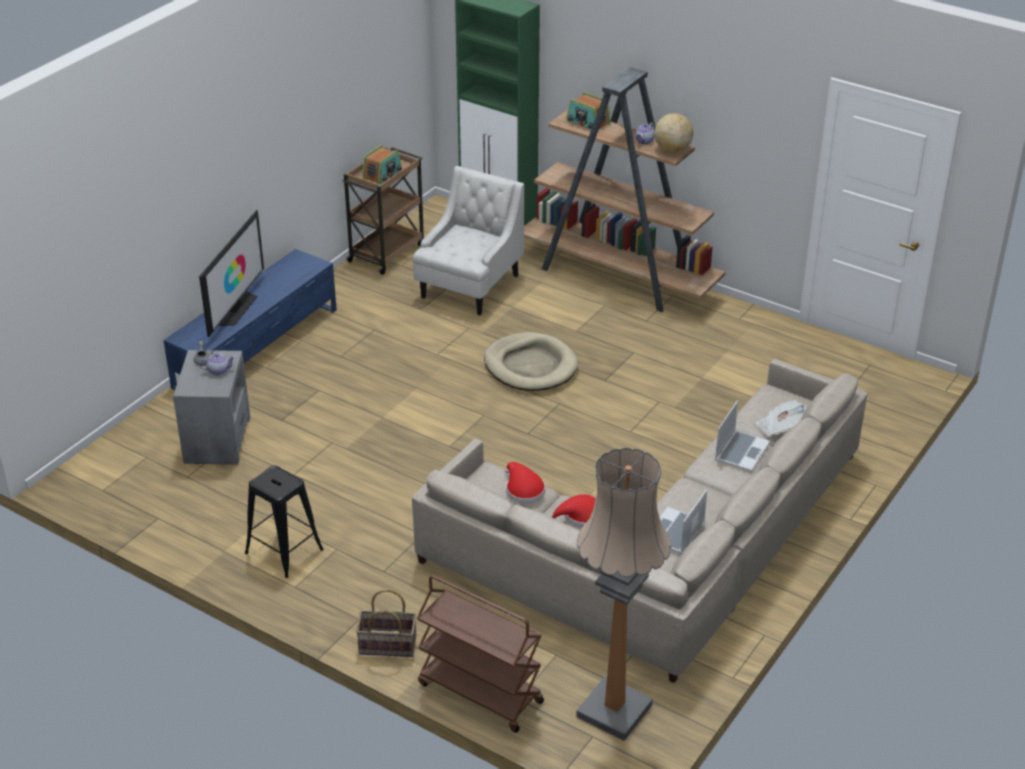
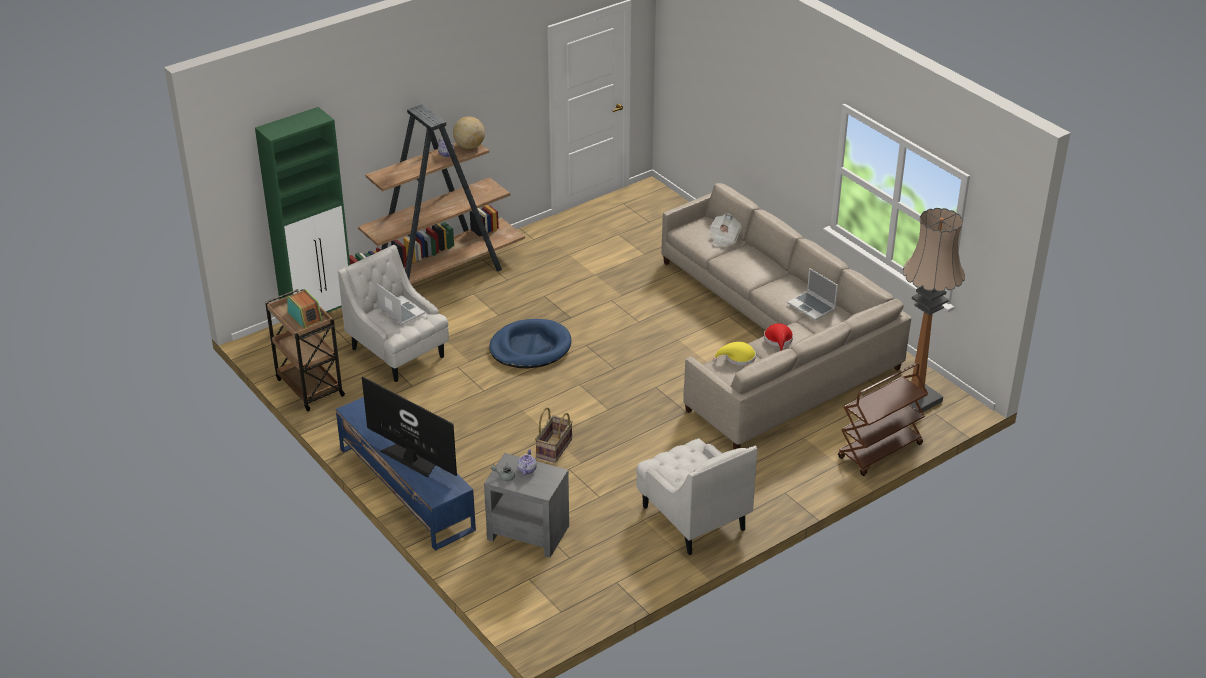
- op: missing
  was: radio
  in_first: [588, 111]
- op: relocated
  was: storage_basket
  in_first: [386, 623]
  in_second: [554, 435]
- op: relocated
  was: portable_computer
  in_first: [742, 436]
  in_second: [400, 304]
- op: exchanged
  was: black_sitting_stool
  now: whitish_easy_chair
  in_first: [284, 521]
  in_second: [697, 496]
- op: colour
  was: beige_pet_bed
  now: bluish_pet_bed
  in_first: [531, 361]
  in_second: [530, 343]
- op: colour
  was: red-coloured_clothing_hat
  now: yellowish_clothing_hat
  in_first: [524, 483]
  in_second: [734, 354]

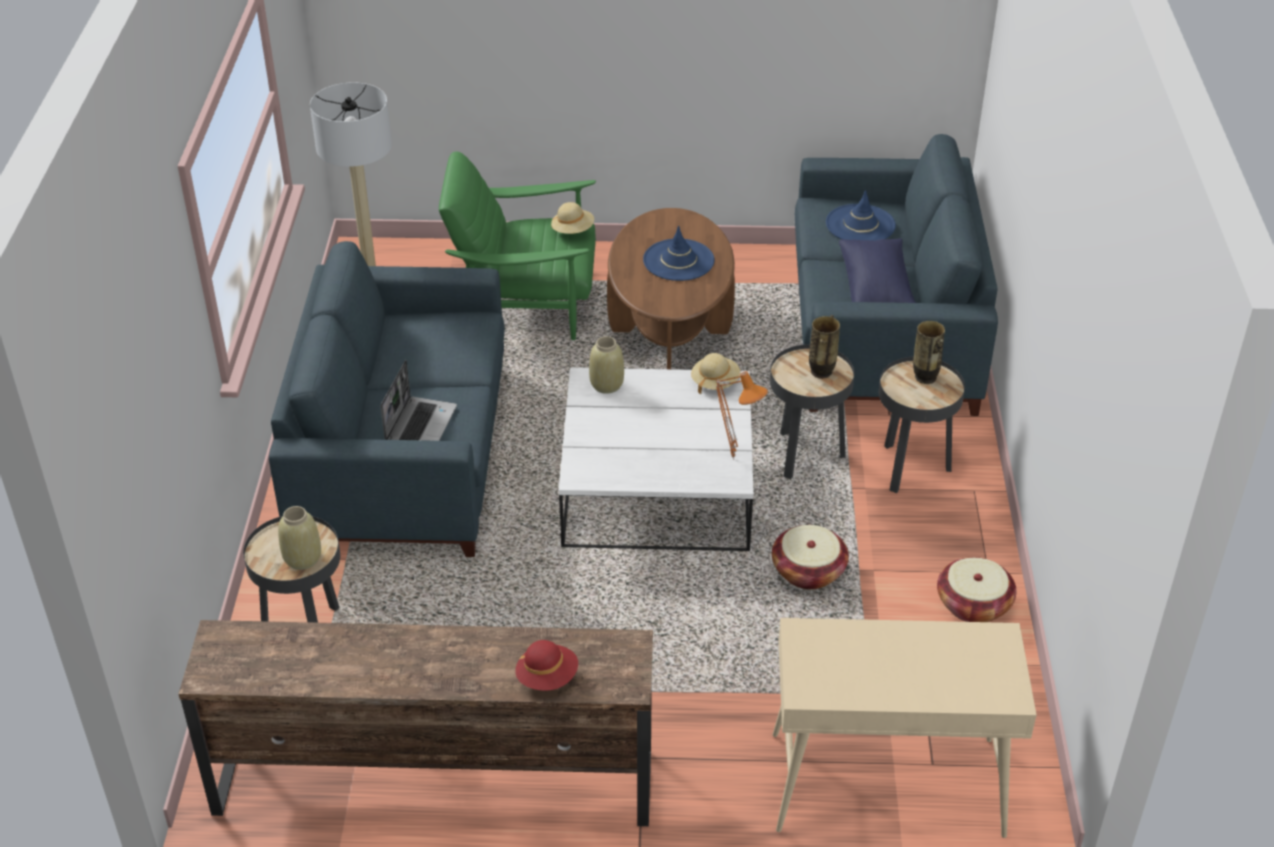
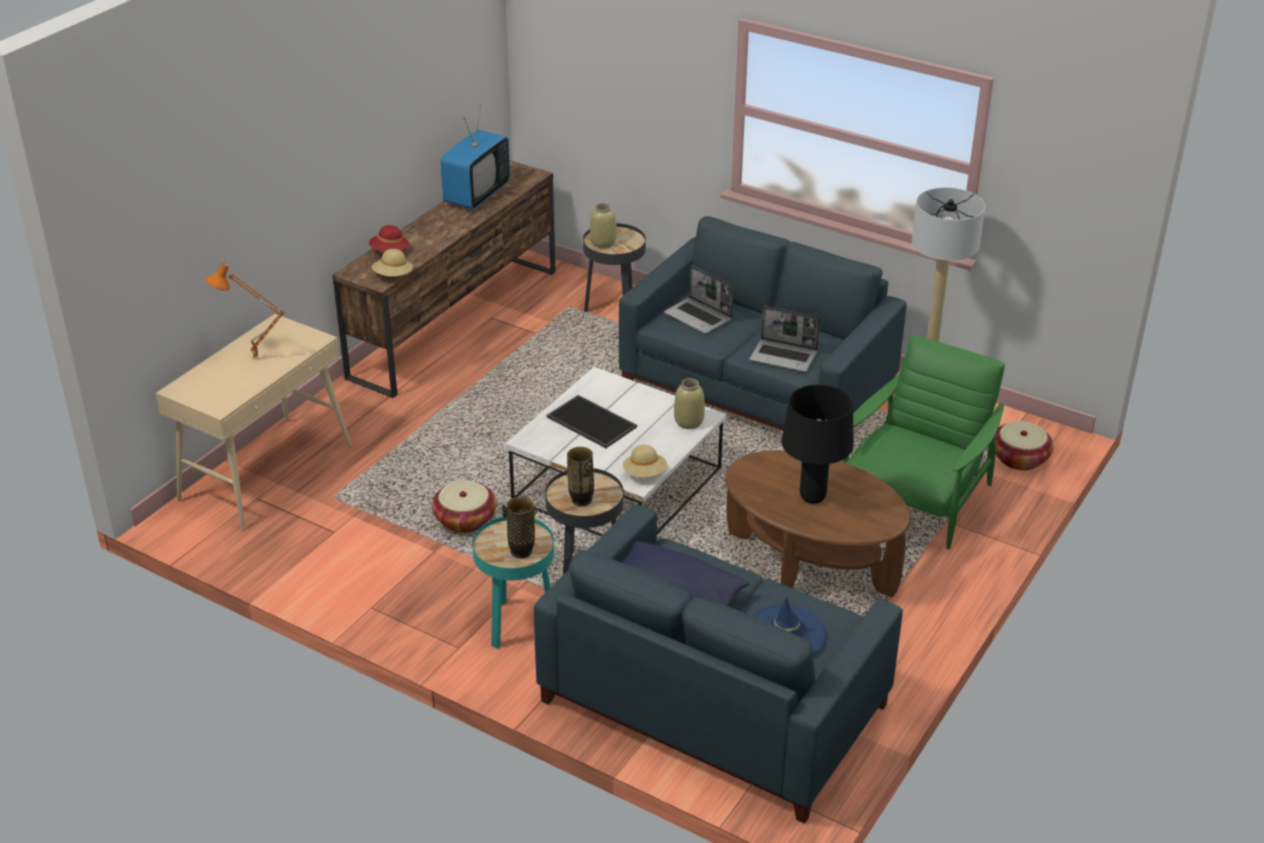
- op: appeared
  now: television
  in_second: [475, 158]
- op: appeared
  now: carrying_tray
  in_second: [592, 421]
- op: appeared
  now: portable_computer
  in_second: [784, 339]
- op: relocated
  was: beige_clothing_hat
  in_first: [572, 218]
  in_second: [392, 263]
- op: relocated
  was: orange_lamp_for_a_table
  in_first: [741, 415]
  in_second: [245, 311]
- op: relocated
  was: storage_basket
  in_first: [976, 589]
  in_second: [1024, 445]
- op: exchanged
  was: bluish_clothing_hat
  now: black_lamp_for_a_table
  in_first: [679, 253]
  in_second: [817, 444]
- op: colour
  was: black_side_table
  now: turquoise_side_table
  in_first: [922, 425]
  in_second: [513, 583]

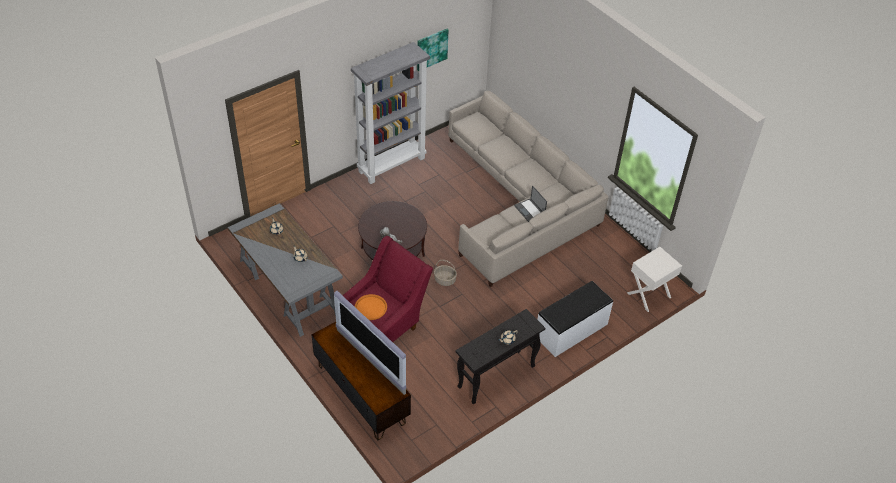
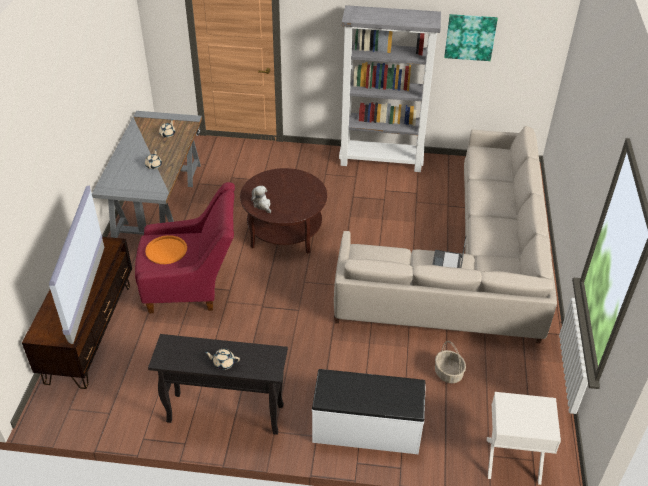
- op: relocated
  was: storage_basket
  in_first: [445, 273]
  in_second: [450, 362]

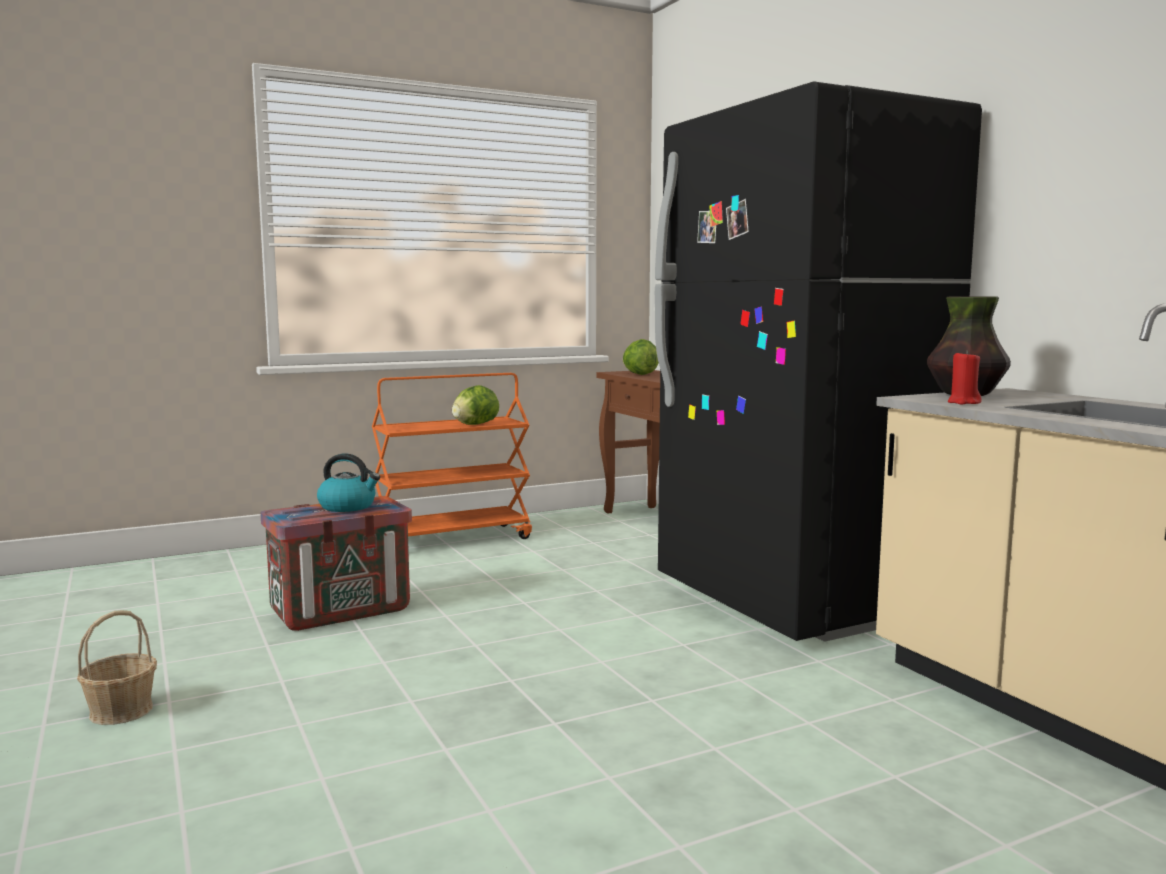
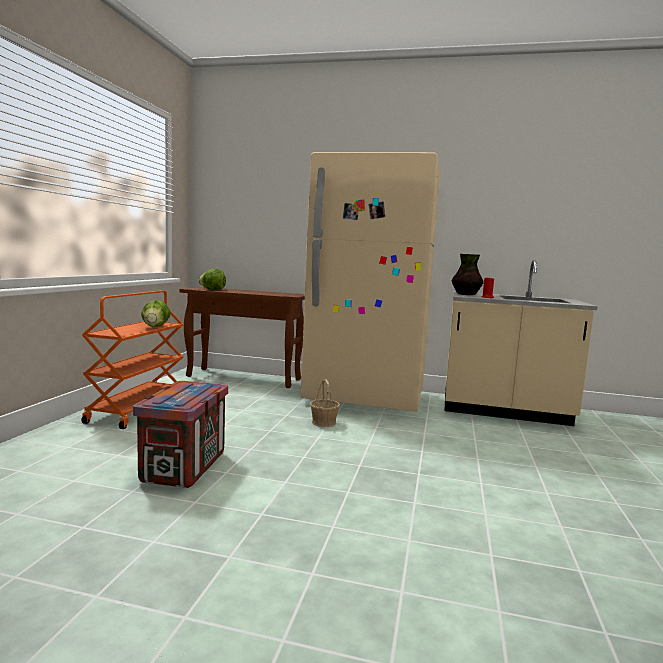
- op: missing
  was: water_kettle
  in_first: [348, 482]
- op: relocated
  was: storage_basket
  in_first: [117, 667]
  in_second: [325, 403]
- op: colour
  was: black_kitchen_fridge
  now: beige_kitchen_fridge
  in_first: [818, 361]
  in_second: [370, 282]

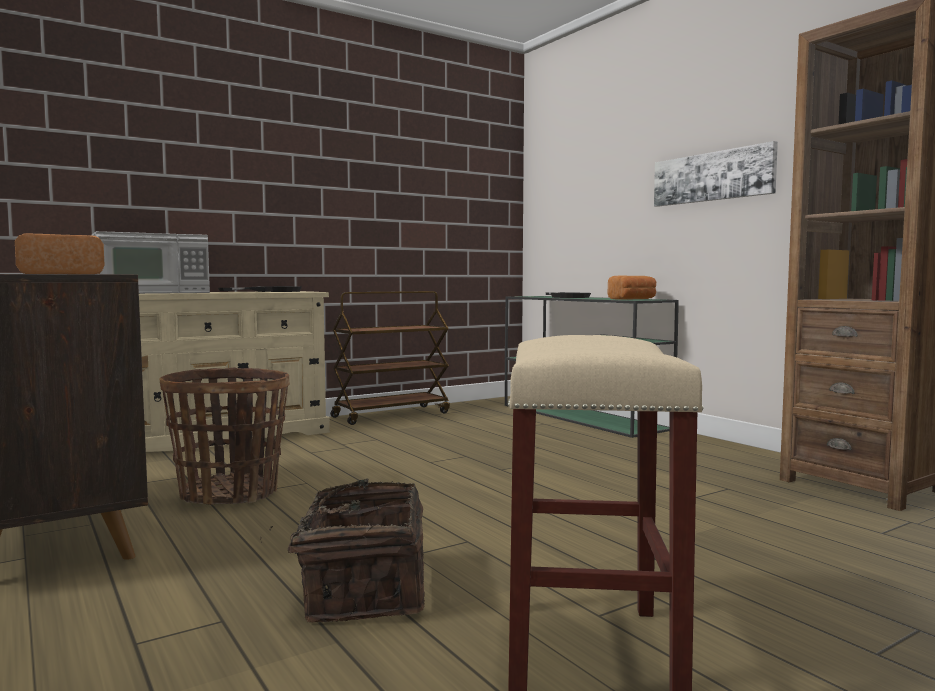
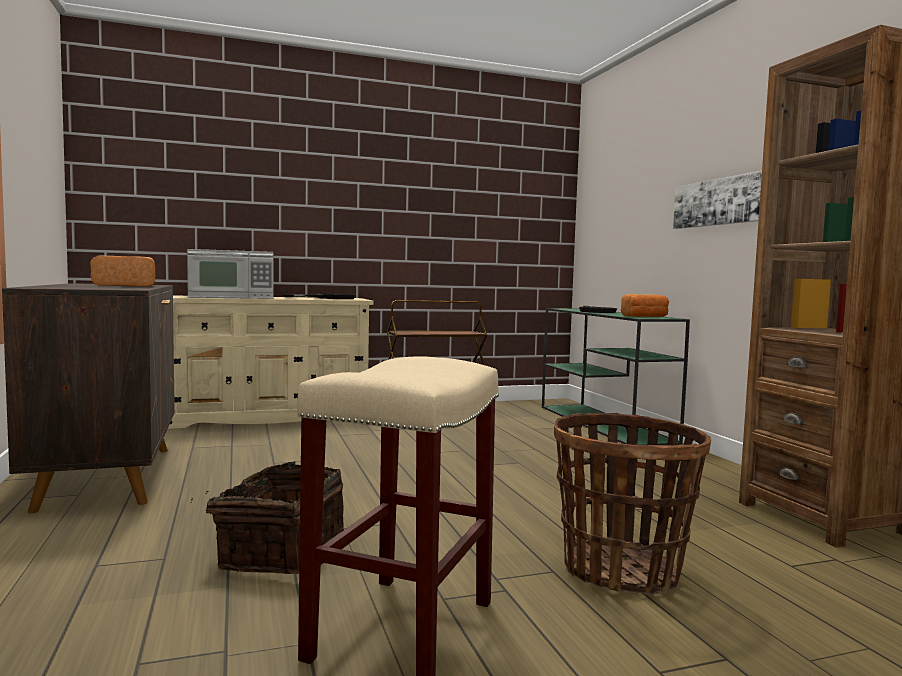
- op: relocated
  was: storage_basket
  in_first: [224, 436]
  in_second: [632, 504]

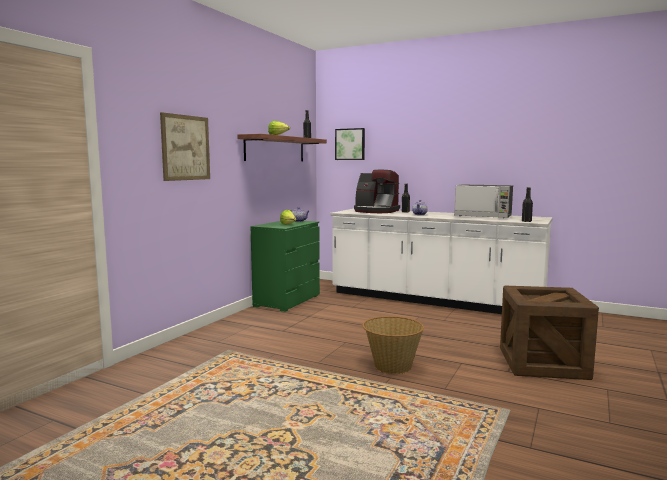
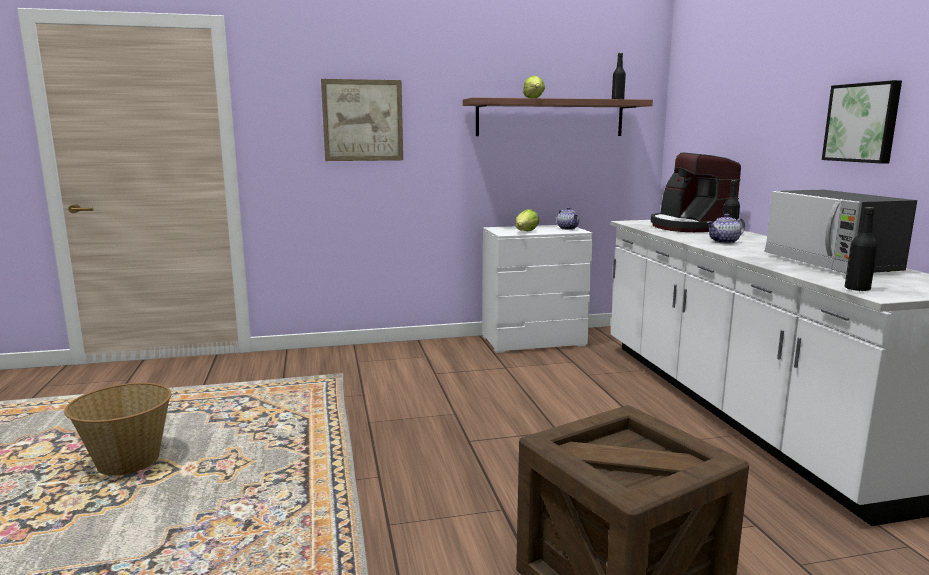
- op: relocated
  was: wall_picture
  in_first: [350, 144]
  in_second: [862, 121]
- op: relocated
  was: storage_basket
  in_first: [393, 345]
  in_second: [118, 429]
- op: colour
  was: greenish_chest_of_drawers
  now: whitish_chest_of_drawers
  in_first: [285, 266]
  in_second: [537, 289]

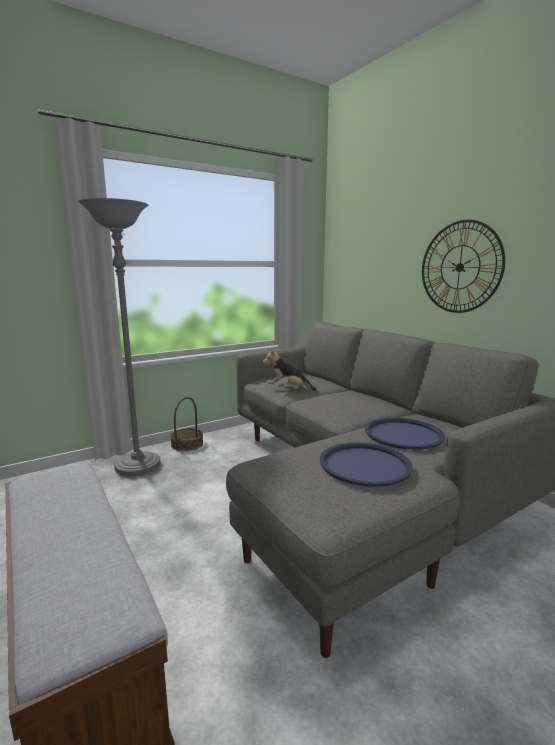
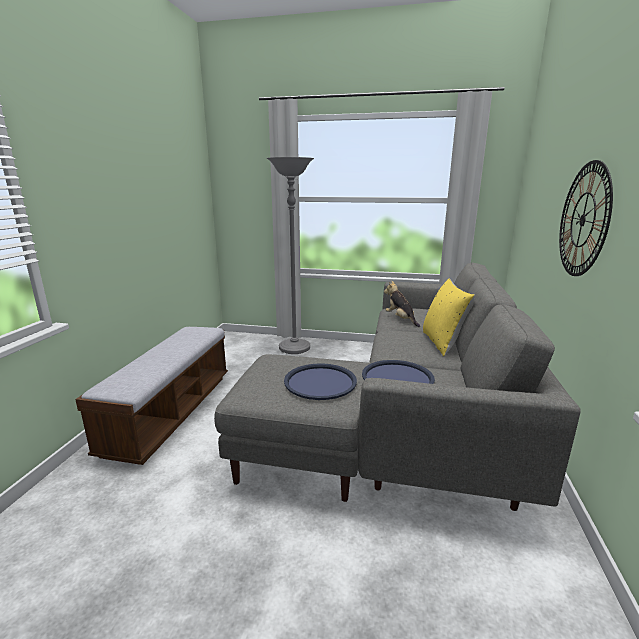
- op: missing
  was: storage_basket
  in_first: [186, 424]
- op: appeared
  now: yellowish_pillow
  in_second: [449, 317]

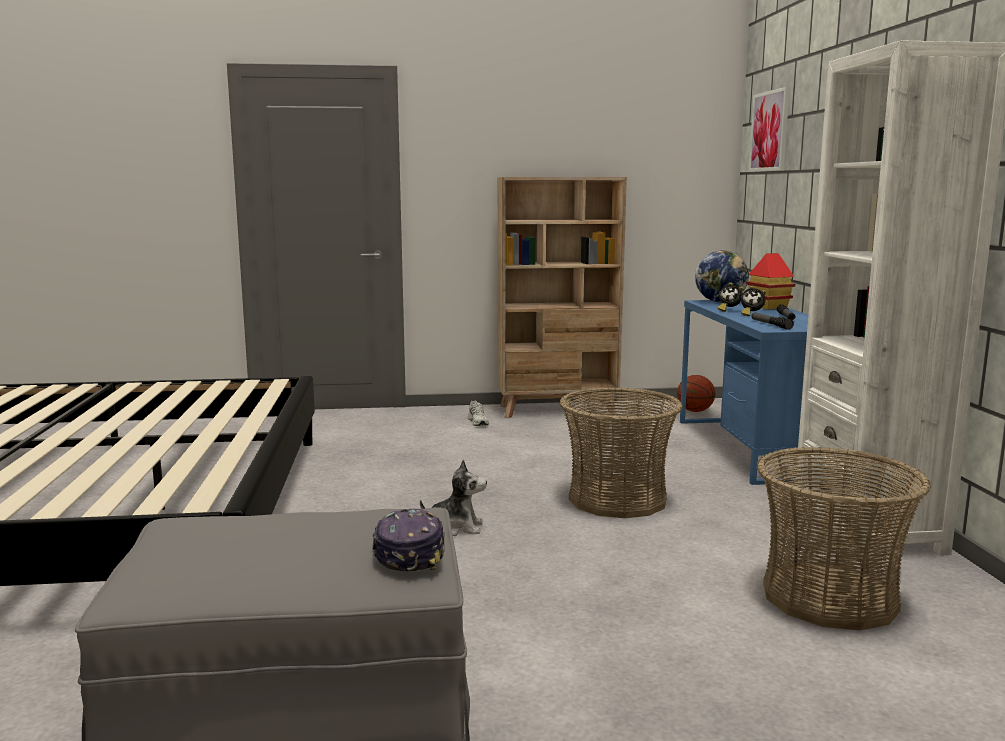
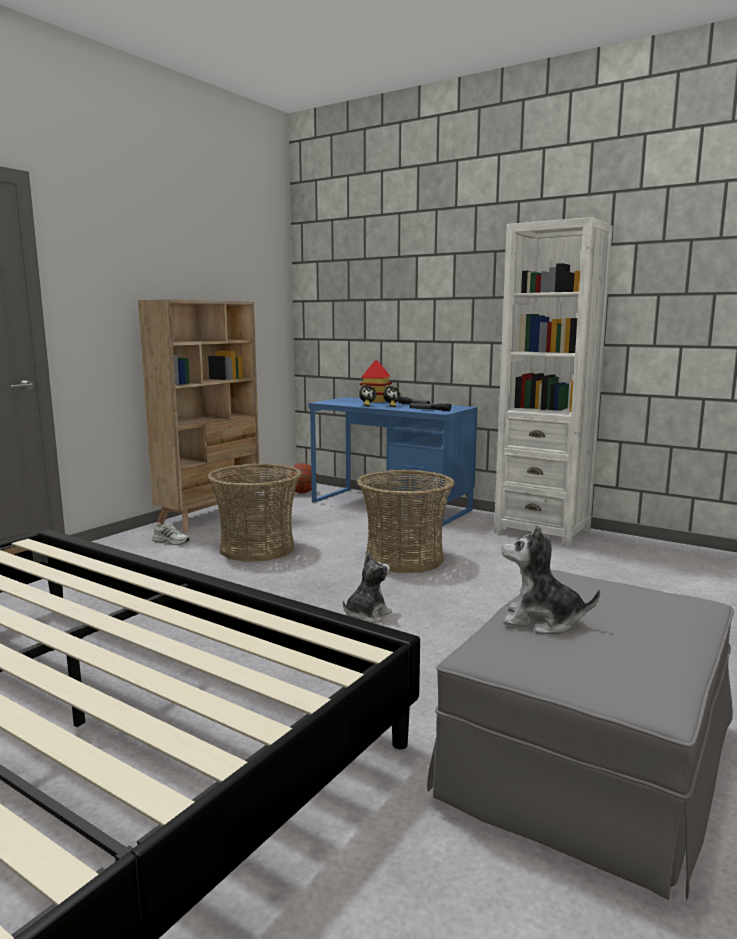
- op: missing
  was: peaked_cap
  in_first: [409, 540]
- op: missing
  was: world_globe
  in_first: [722, 276]
- op: missing
  was: wall_picture
  in_first: [769, 129]
- op: appeared
  now: cuddly_toy
  in_second: [550, 579]
- op: relocated
  was: storage_basket
  in_first: [844, 539]
  in_second: [254, 512]

